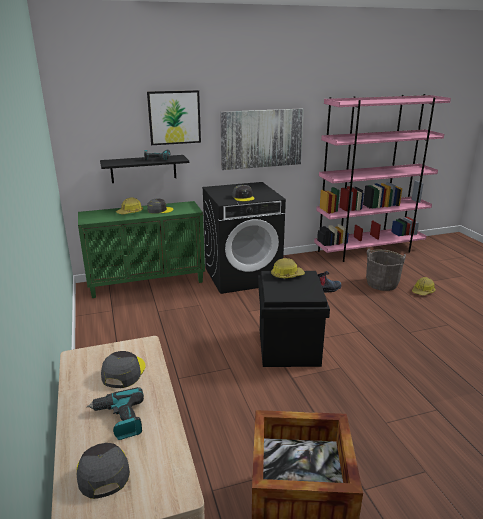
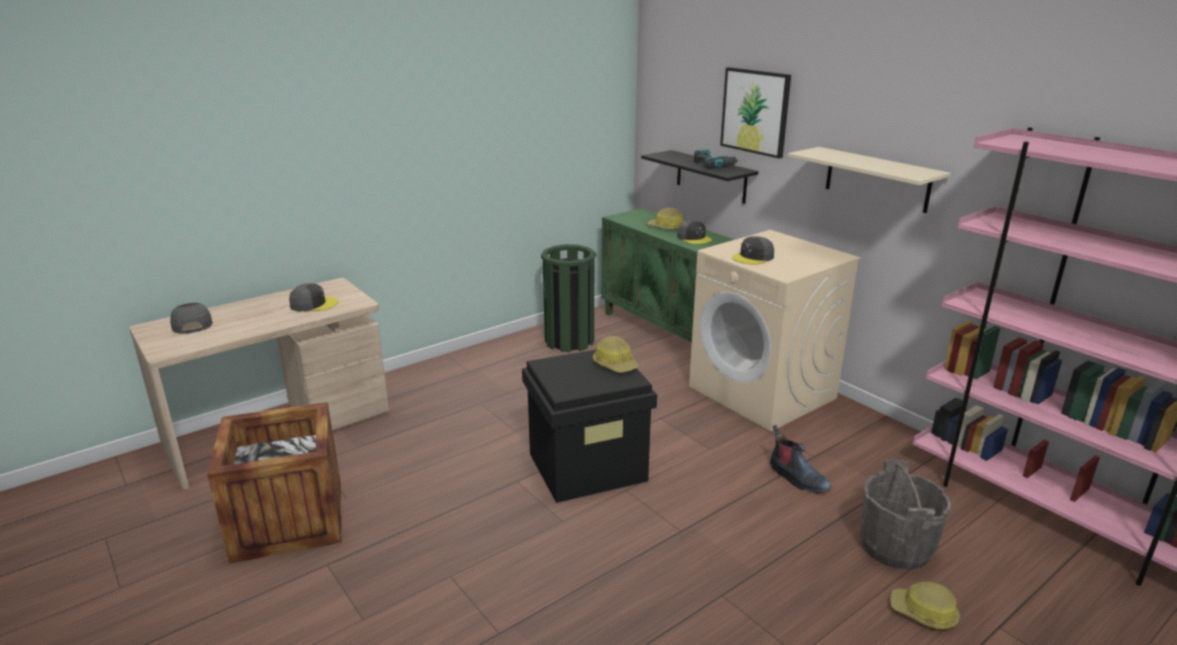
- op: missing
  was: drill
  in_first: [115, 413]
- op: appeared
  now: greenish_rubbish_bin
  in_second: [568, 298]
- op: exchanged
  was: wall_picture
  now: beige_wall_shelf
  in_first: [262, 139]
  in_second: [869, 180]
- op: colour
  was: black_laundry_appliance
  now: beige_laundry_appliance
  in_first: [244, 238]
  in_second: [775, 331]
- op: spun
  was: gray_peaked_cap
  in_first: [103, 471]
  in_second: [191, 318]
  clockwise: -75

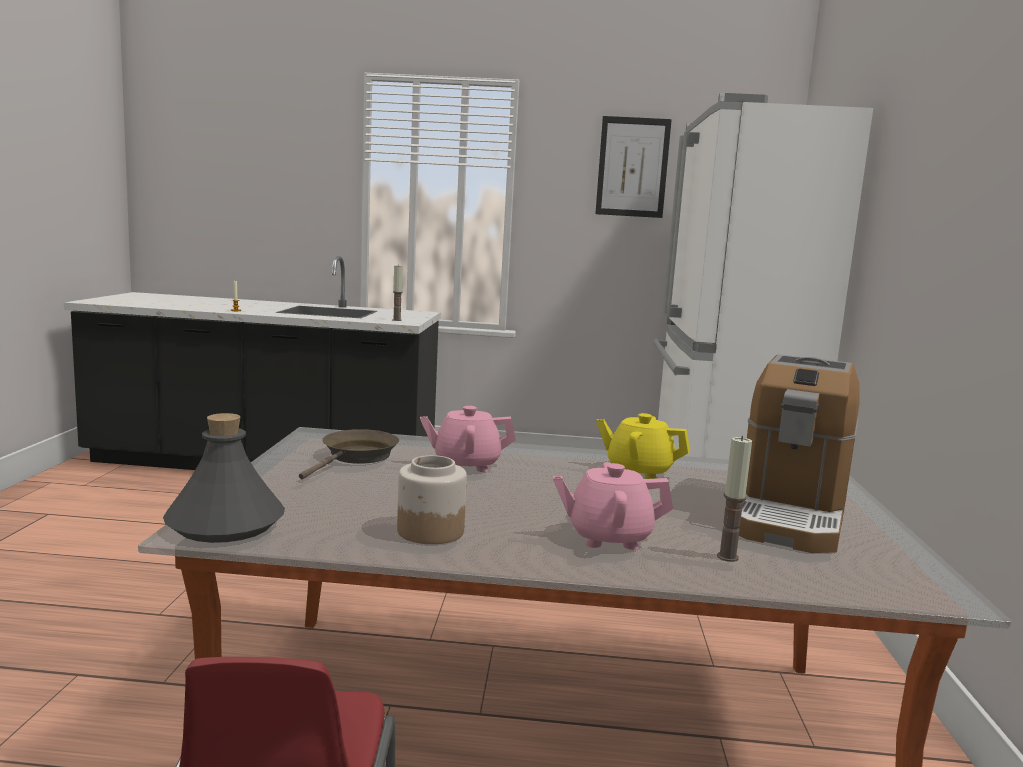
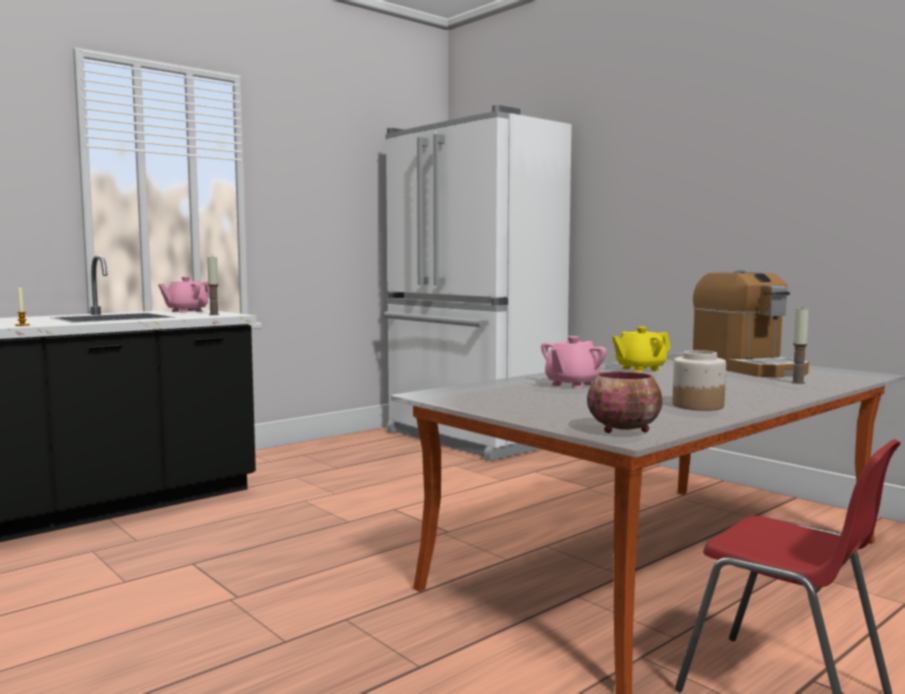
- op: missing
  was: brownish_pan
  in_first: [349, 454]
- op: missing
  was: wall_picture
  in_first: [633, 167]
- op: relocated
  was: pink_tea_pot
  in_first: [612, 506]
  in_second: [184, 294]
- op: exchanged
  was: gray_bottle
  now: bowl
  in_first: [224, 478]
  in_second: [625, 402]

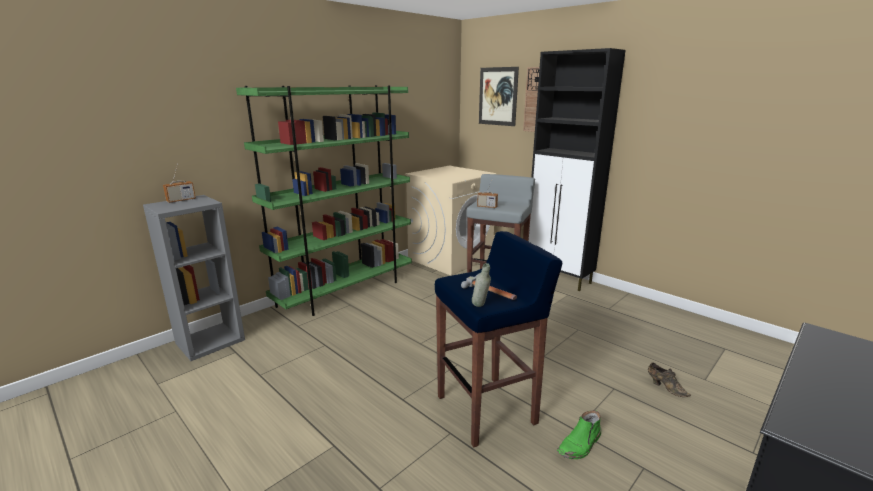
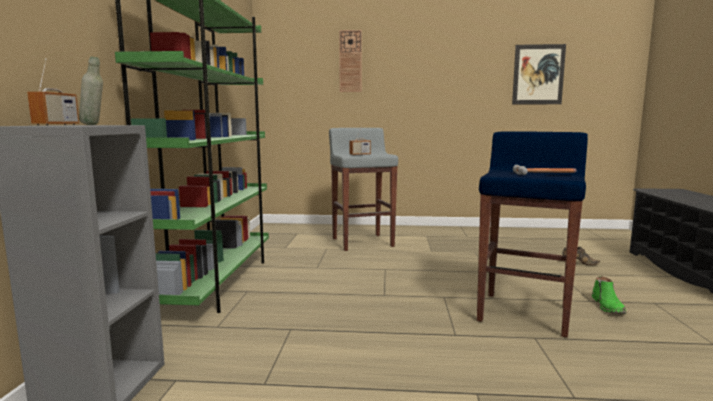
- op: missing
  was: beige_laundry_appliance
  in_first: [450, 220]
- op: missing
  was: black_cupboard
  in_first: [577, 169]
- op: relocated
  was: gray_bottle
  in_first: [481, 285]
  in_second: [91, 91]
- op: relocated
  was: wall_picture
  in_first: [499, 96]
  in_second: [539, 74]

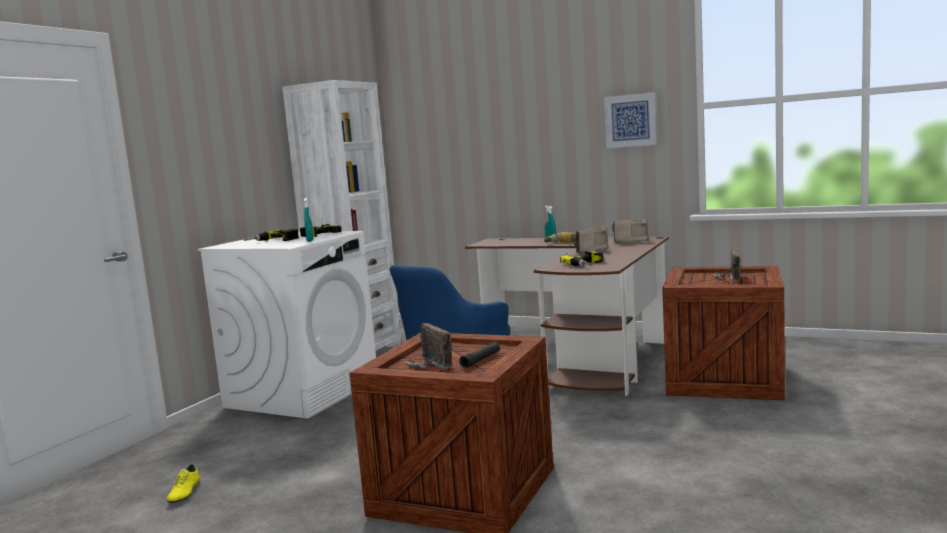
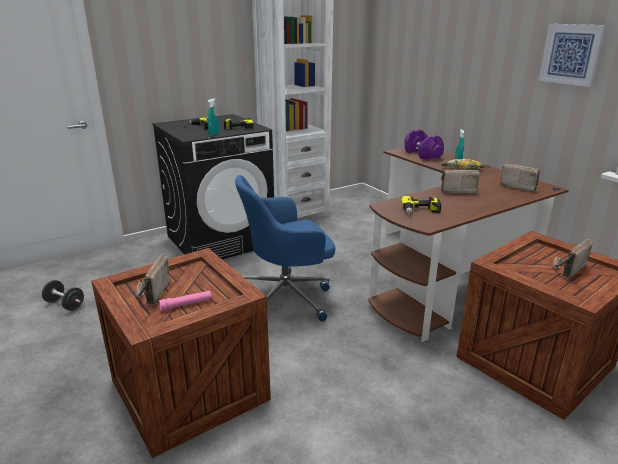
- op: appeared
  now: purple-coloured_free_weight
  in_second: [424, 144]
- op: exchanged
  was: yellowish_item_of_footwear
  now: black_free_weight
  in_first: [183, 483]
  in_second: [63, 295]
- op: colour
  was: whitish_laundry_appliance
  now: black_laundry_appliance
  in_first: [287, 325]
  in_second: [213, 186]
- op: colour
  was: black_hand_torch
  now: pink_hand_torch
  in_first: [479, 355]
  in_second: [185, 301]

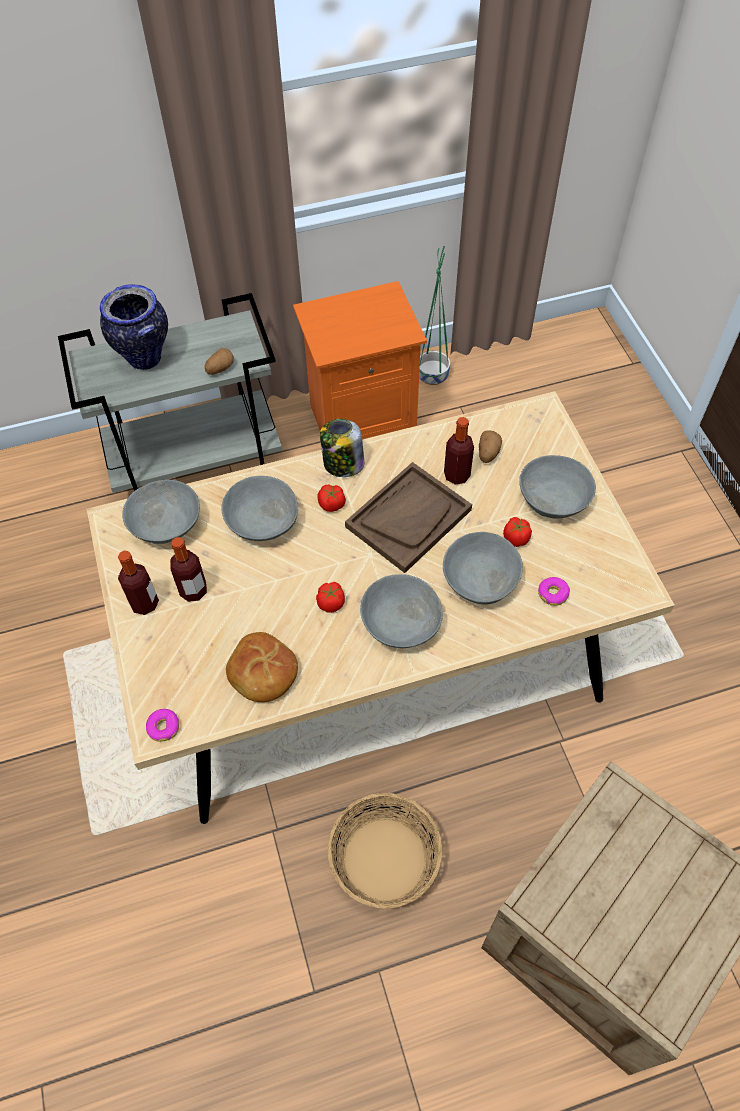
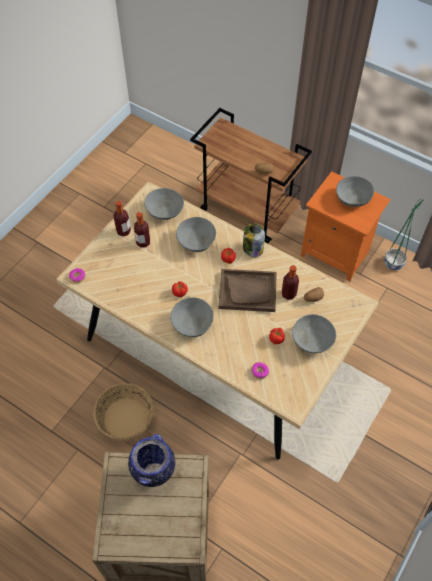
- op: missing
  was: bakery_bread
  in_first: [262, 667]
- op: relocated
  was: decorative_vase
  in_first: [134, 327]
  in_second: [152, 460]
- op: relocated
  was: gray_bowl
  in_first: [483, 568]
  in_second: [355, 191]
- op: colour
  was: gray_wheeled_cart
  now: brownish_wheeled_cart
  in_first: [170, 393]
  in_second: [251, 176]

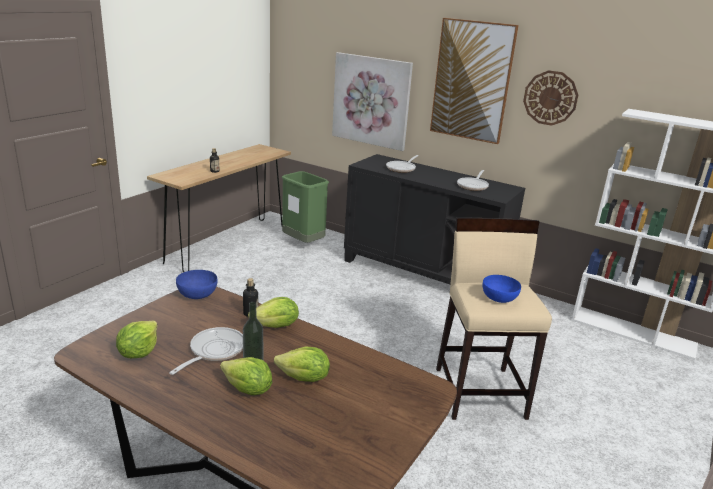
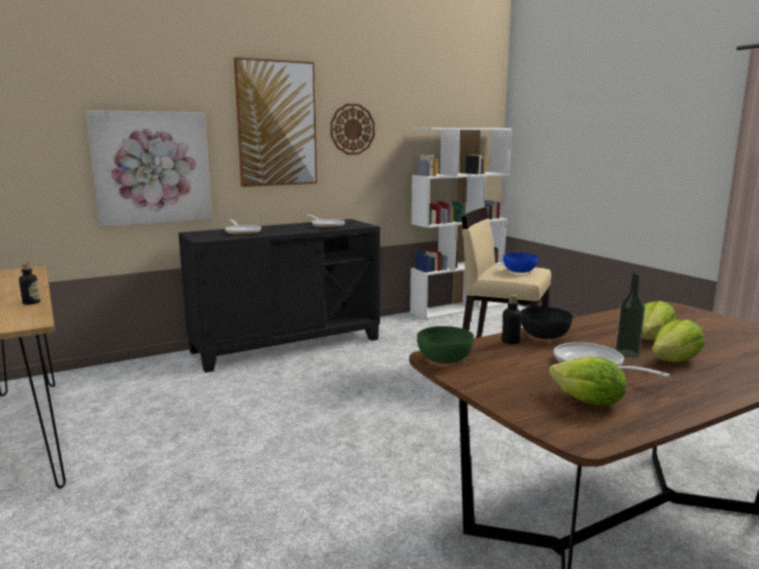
- op: missing
  was: greenish_rubbish_bin
  in_first: [305, 207]
- op: exchanged
  was: lettuce
  now: black_bowl
  in_first: [273, 312]
  in_second: [547, 322]
- op: colour
  was: bluish_bowl
  now: greenish_bowl
  in_first: [196, 284]
  in_second: [445, 345]

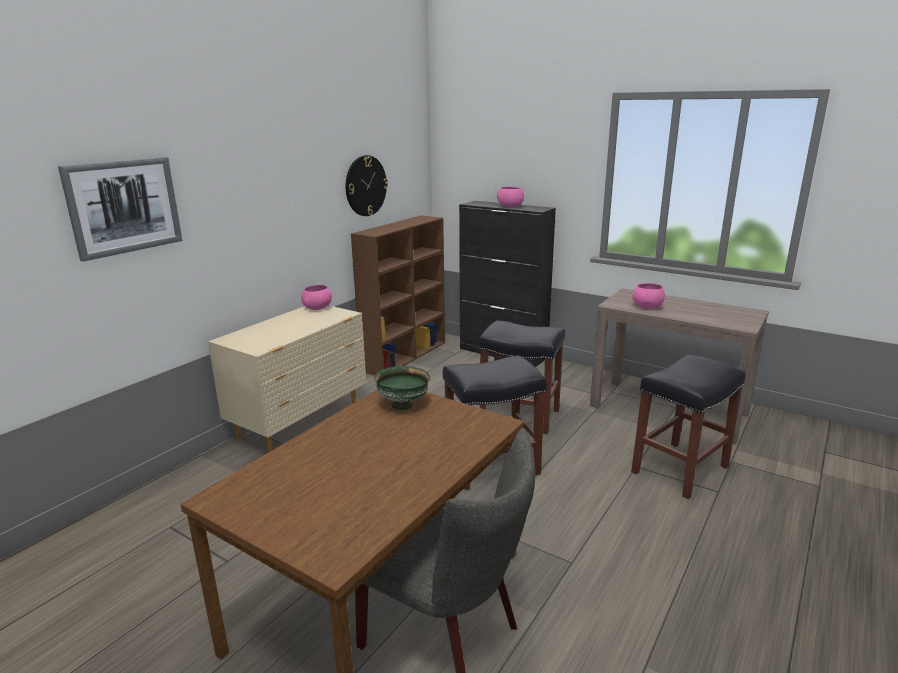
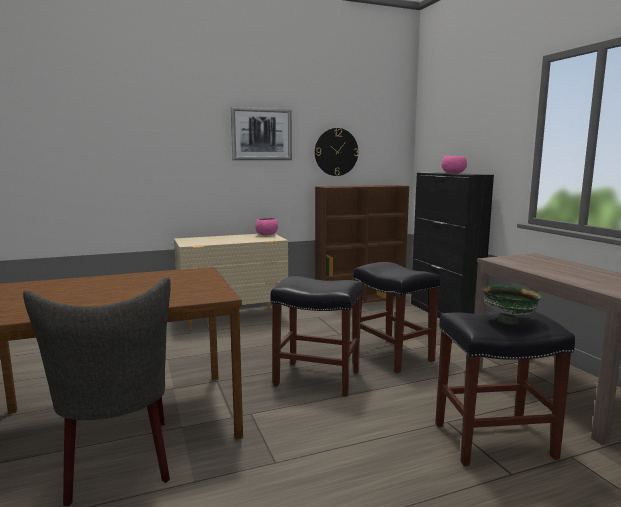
- op: missing
  was: pink_bowl
  in_first: [648, 296]
- op: relocated
  was: wall_picture
  in_first: [120, 209]
  in_second: [261, 133]
- op: relocated
  was: greenish_bowl
  in_first: [402, 388]
  in_second: [512, 305]

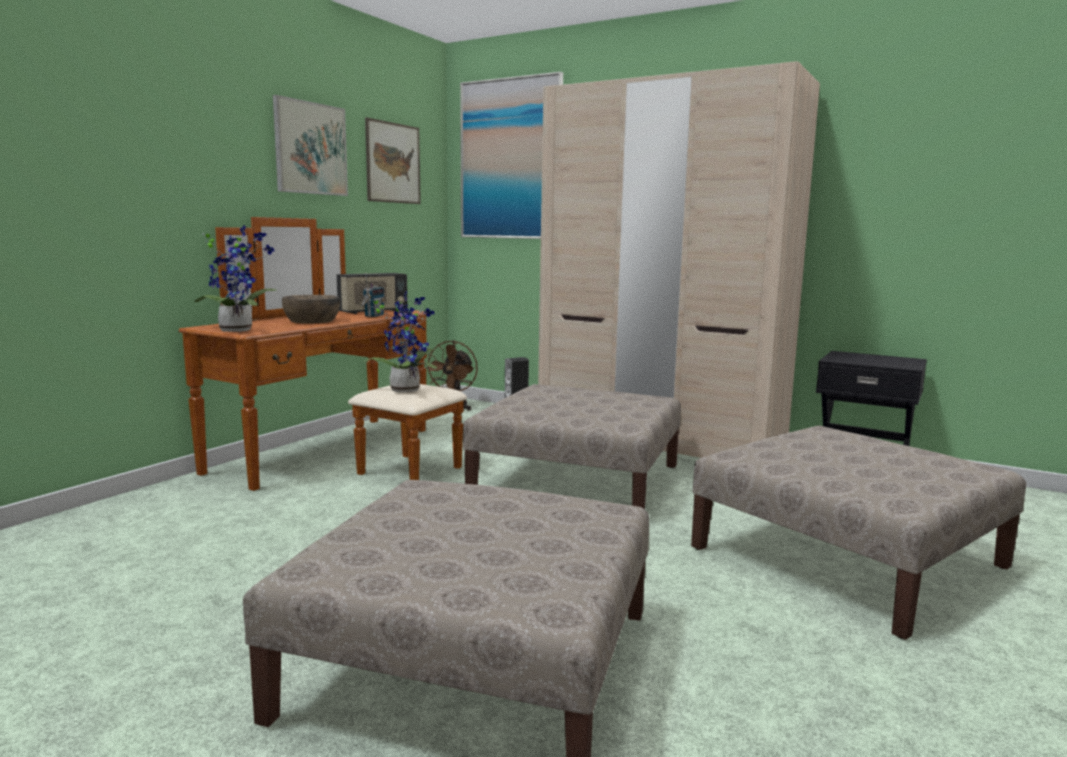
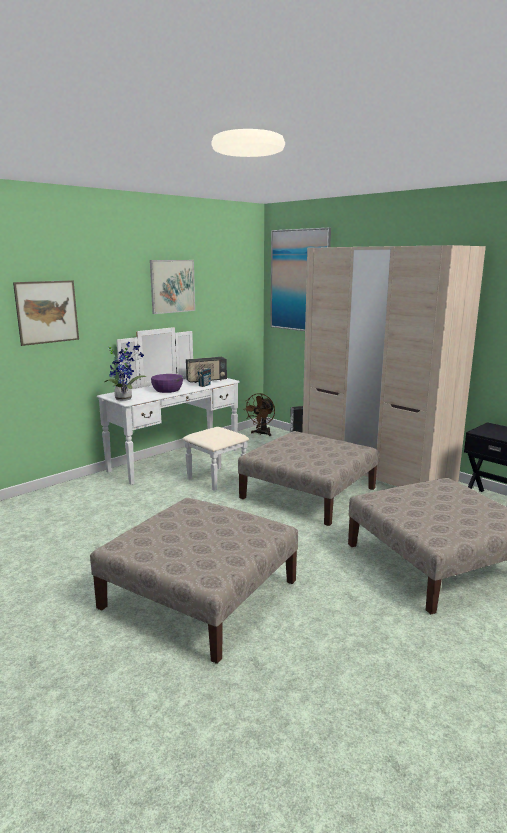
- op: missing
  was: houseplant
  in_first: [398, 342]
- op: relocated
  was: wall_picture
  in_first: [393, 160]
  in_second: [46, 313]
- op: colour
  was: brownish_chest_of_drawers
  now: whitish_chest_of_drawers
  in_first: [323, 354]
  in_second: [173, 409]
- op: colour
  was: brownish_bowl
  now: purple-coloured_bowl
  in_first: [311, 309]
  in_second: [167, 383]

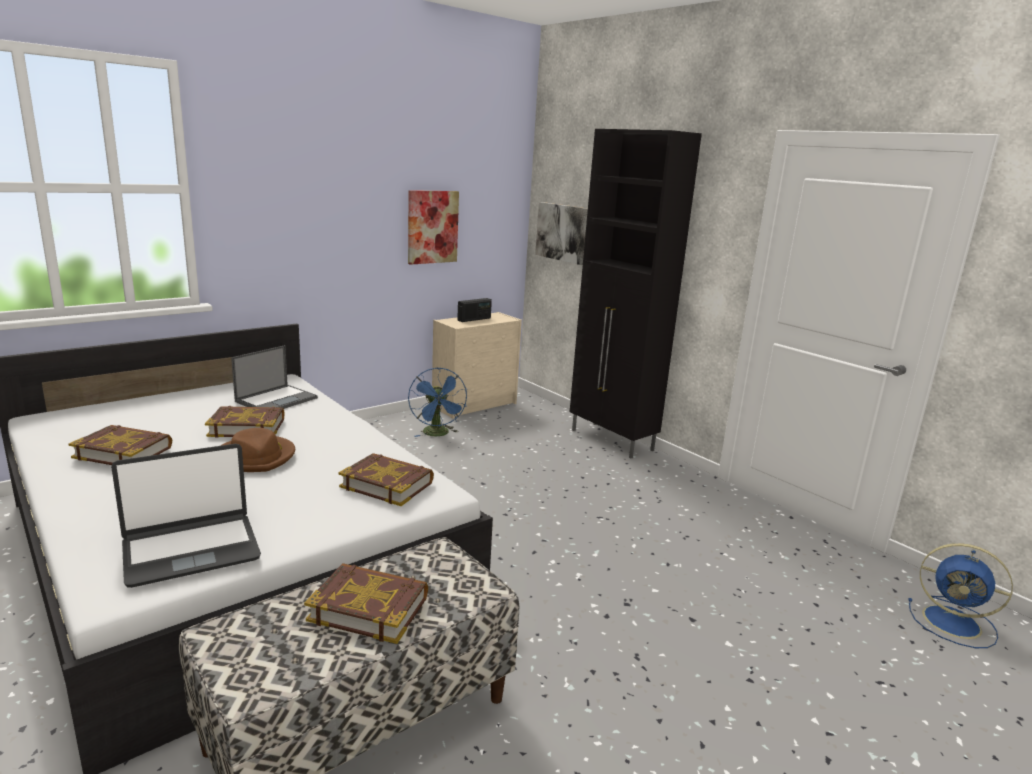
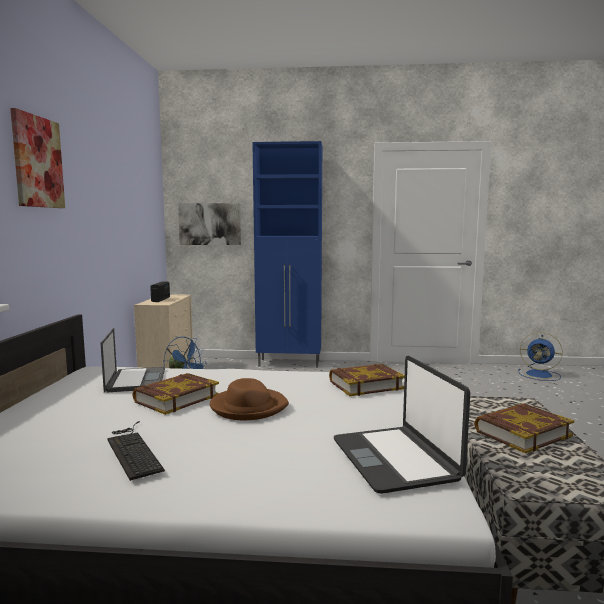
- op: relocated
  was: wall_picture
  in_first: [433, 227]
  in_second: [37, 158]
- op: exchanged
  was: book
  now: PC_keyboard
  in_first: [120, 445]
  in_second: [136, 451]
- op: colour
  was: black_cupboard
  now: bluish_cupboard
  in_first: [636, 293]
  in_second: [287, 254]
- op: spun
  was: portable_computer
  in_first: [186, 516]
  in_second: [402, 425]
  clockwise: 150
- op: spun
  was: bluish_electric_fan
  in_first: [960, 595]
  in_second: [540, 356]
  clockwise: 45

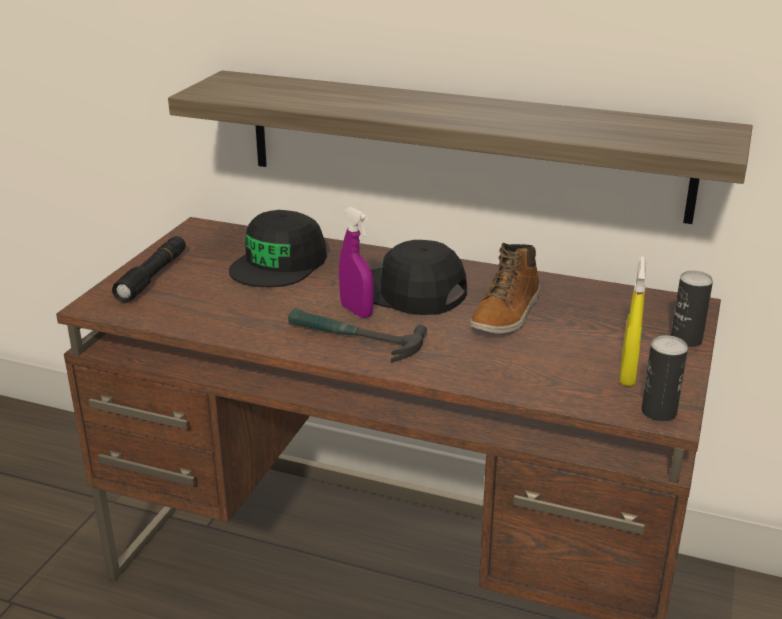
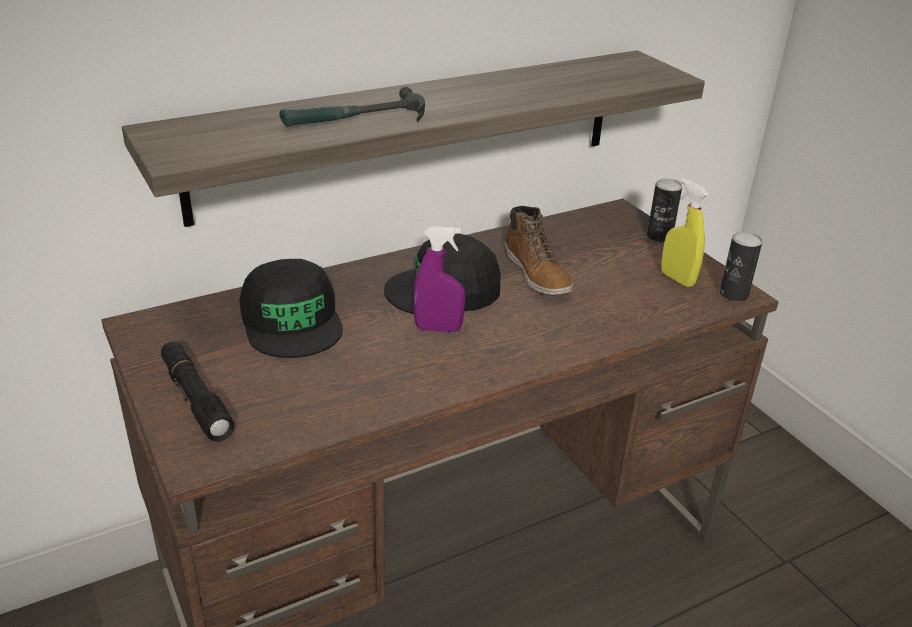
- op: relocated
  was: tool_hammer
  in_first: [357, 335]
  in_second: [352, 106]

